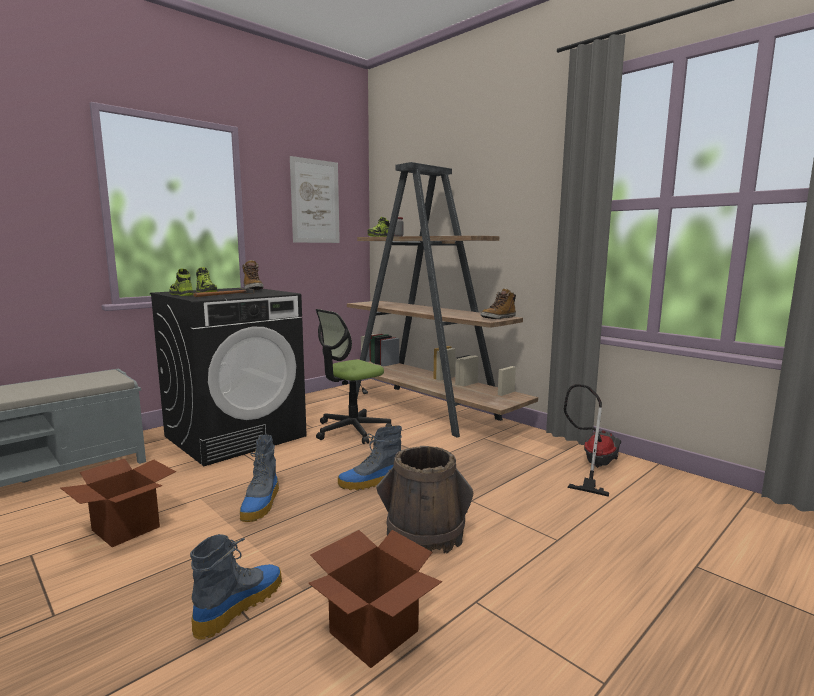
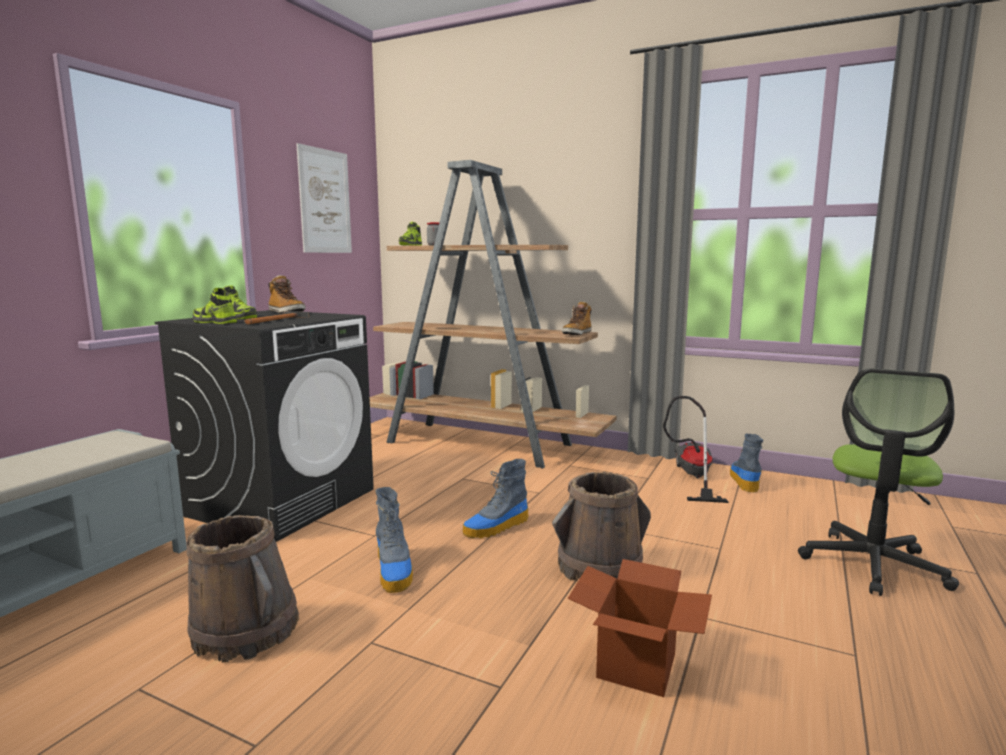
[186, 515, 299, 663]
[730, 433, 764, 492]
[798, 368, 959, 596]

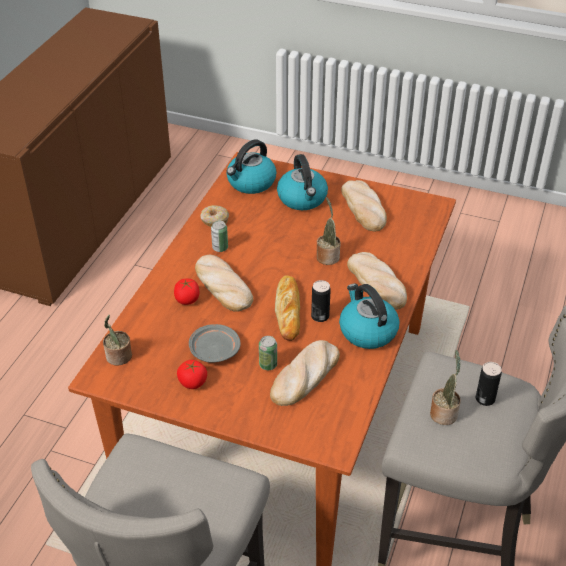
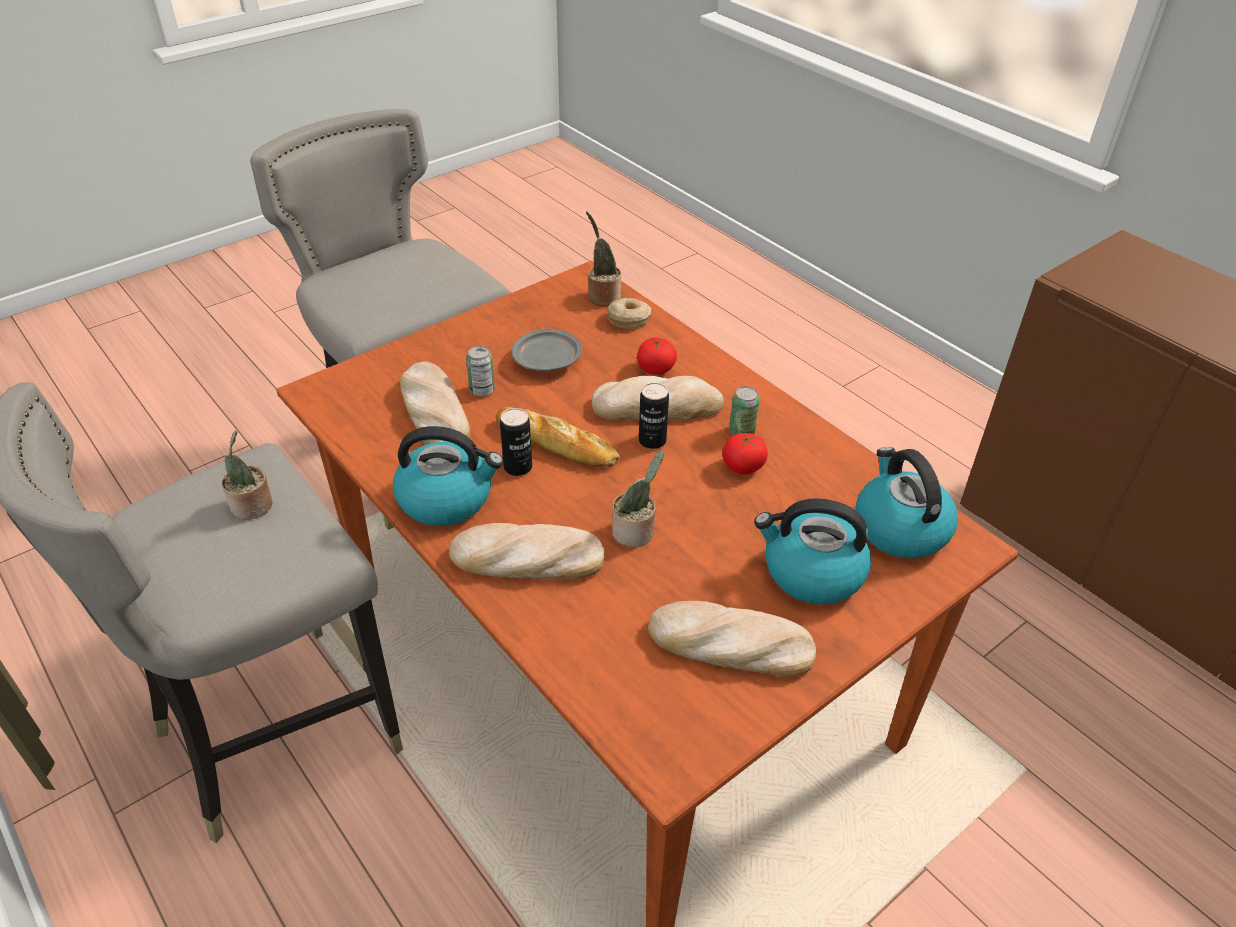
[607, 298, 651, 329]
[639, 382, 669, 449]
[722, 432, 768, 474]

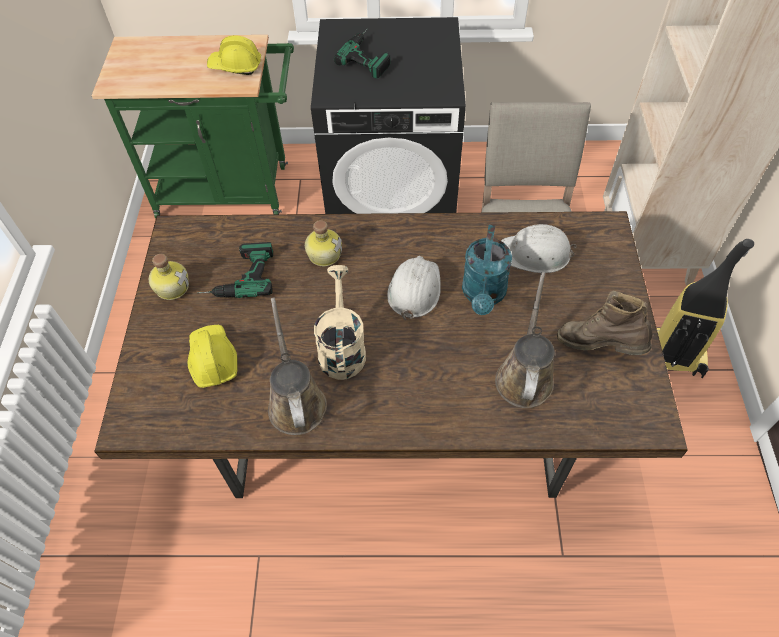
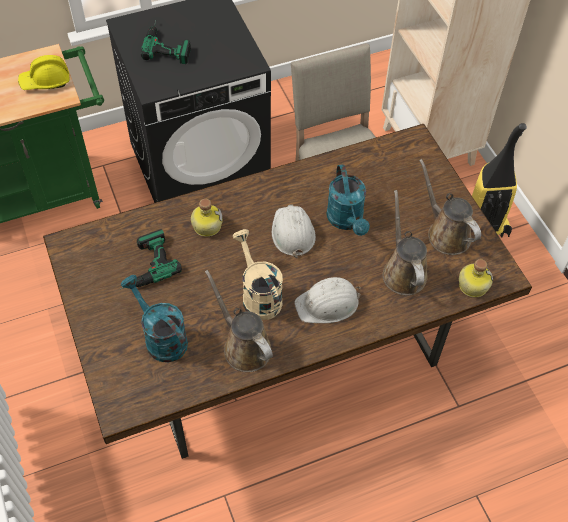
[121, 275, 188, 362]
[294, 277, 361, 323]
[419, 159, 481, 255]
[459, 259, 493, 297]

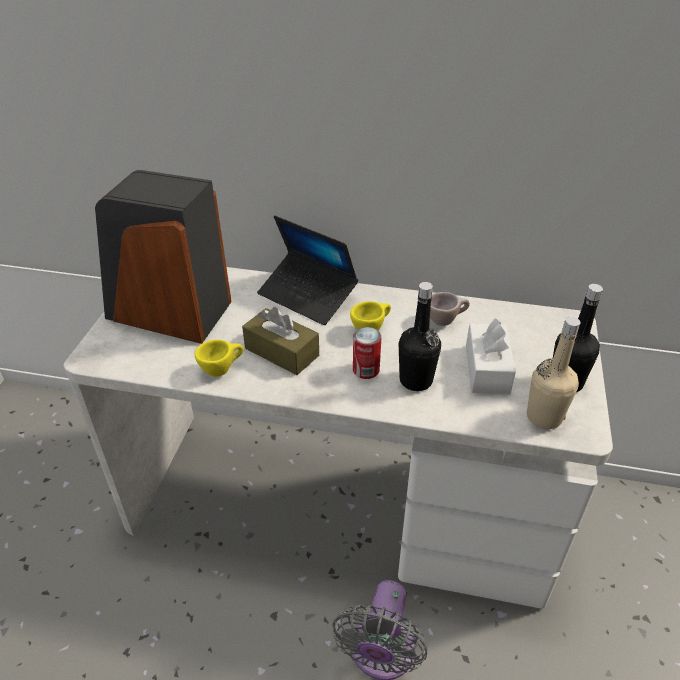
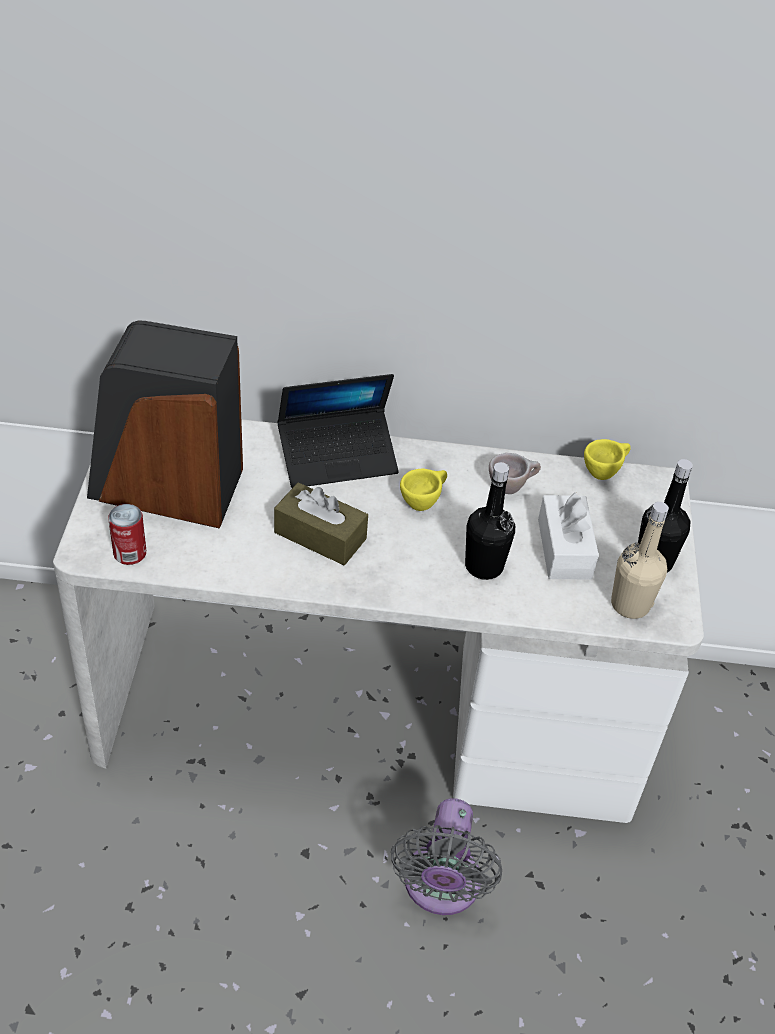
[108, 504, 146, 565]
[277, 374, 399, 488]
[584, 439, 631, 480]

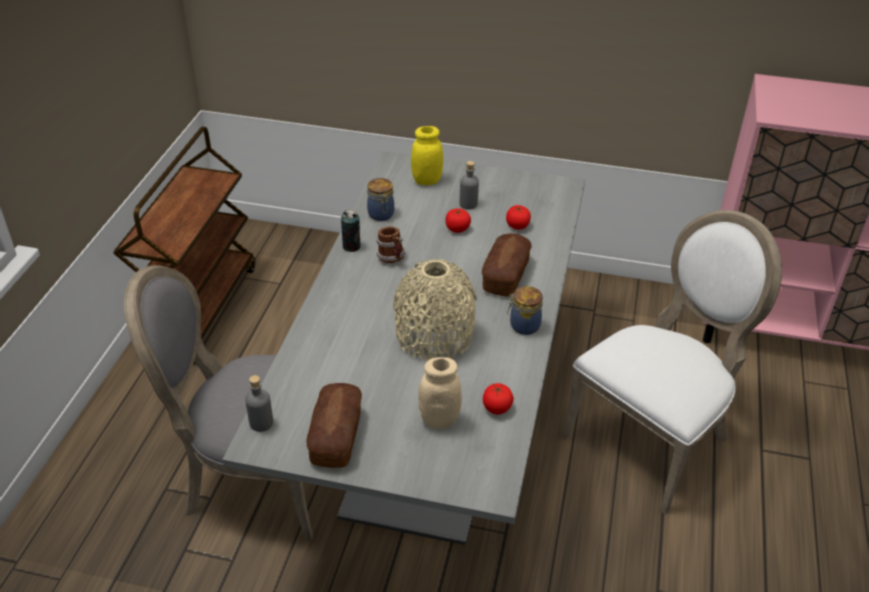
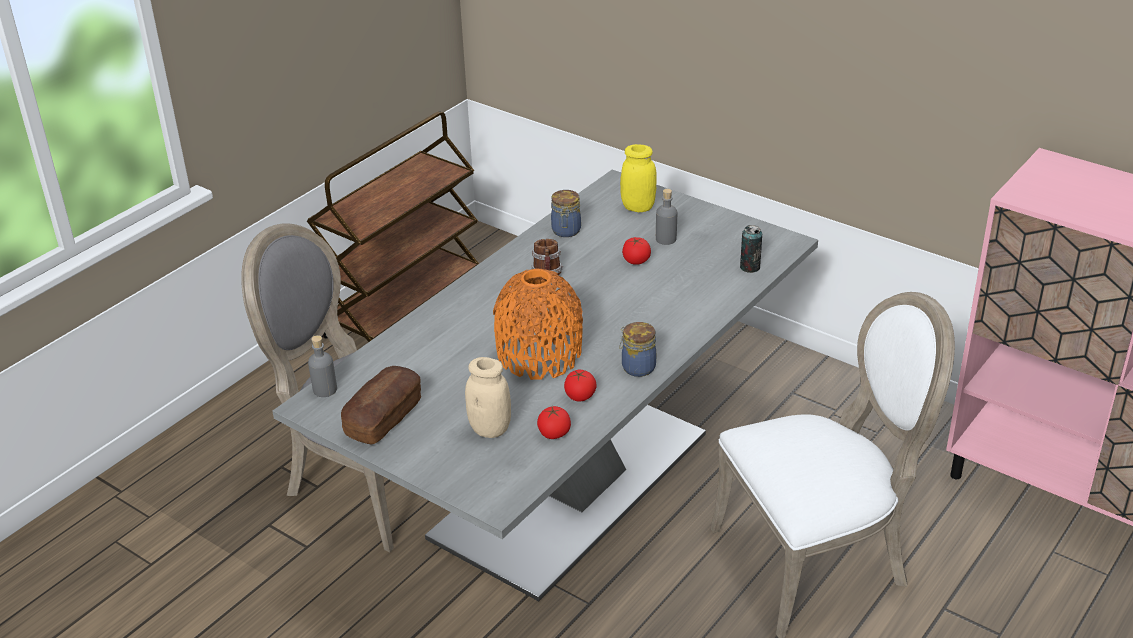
[493, 268, 583, 380]
[564, 370, 597, 401]
[740, 225, 762, 273]
[482, 233, 532, 297] (first image)

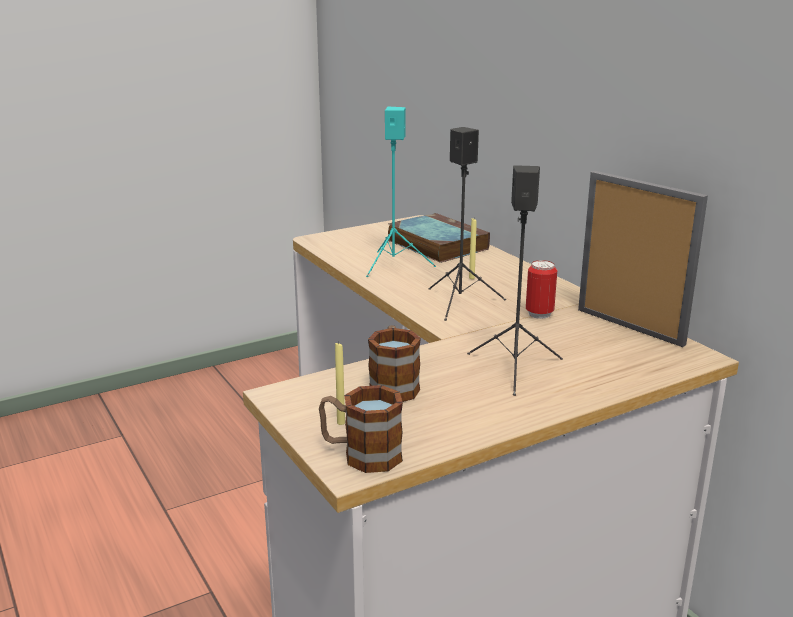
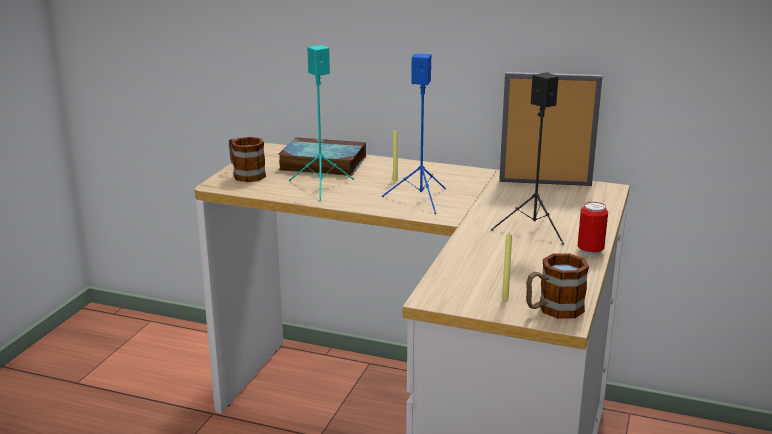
[229, 137, 266, 182]
[382, 54, 446, 214]
[577, 202, 608, 256]

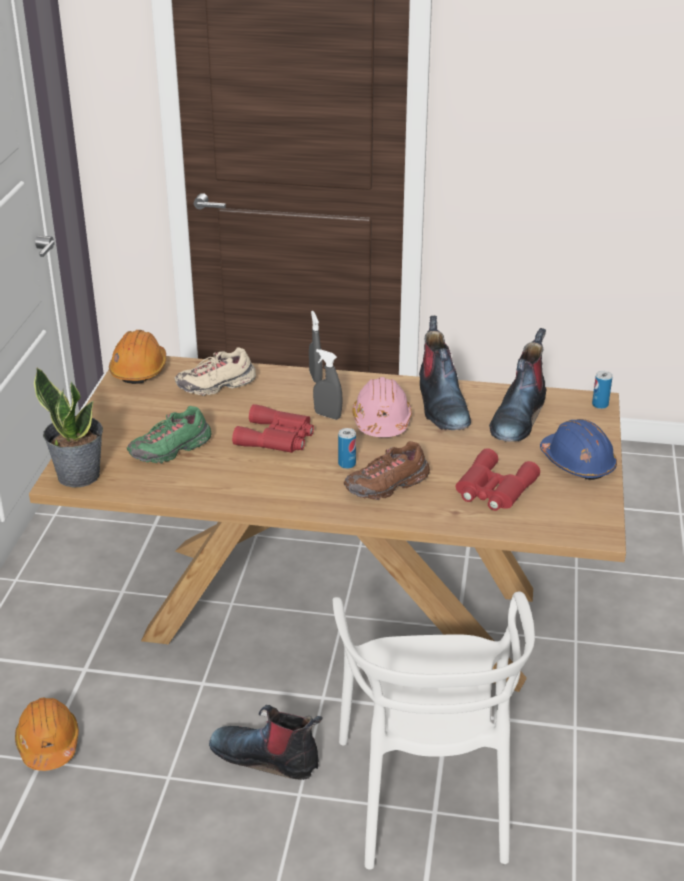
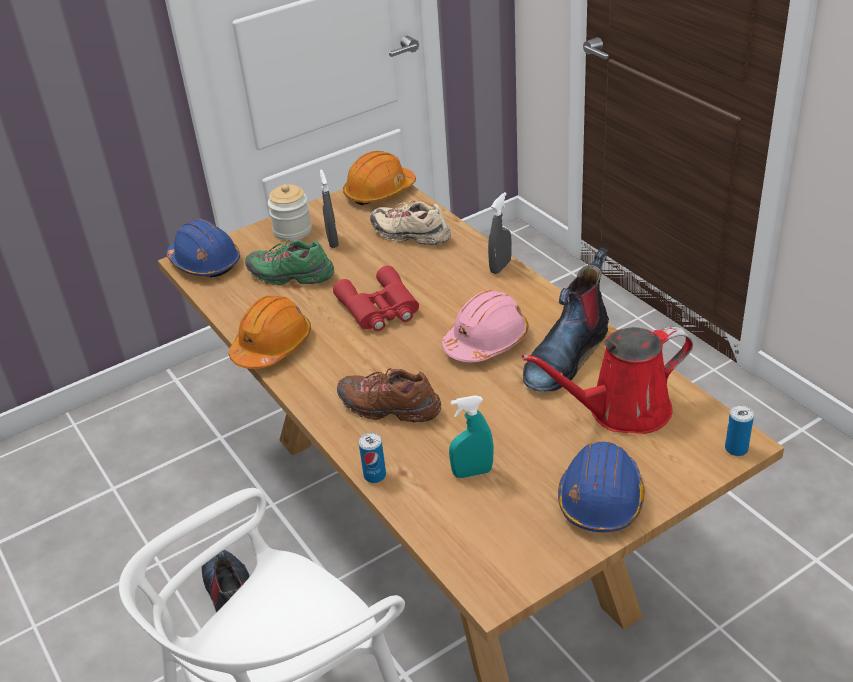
[166, 219, 240, 277]
[229, 296, 311, 369]
[268, 184, 312, 241]
[320, 169, 339, 248]
[359, 433, 386, 483]
[449, 395, 494, 478]
[522, 327, 693, 434]

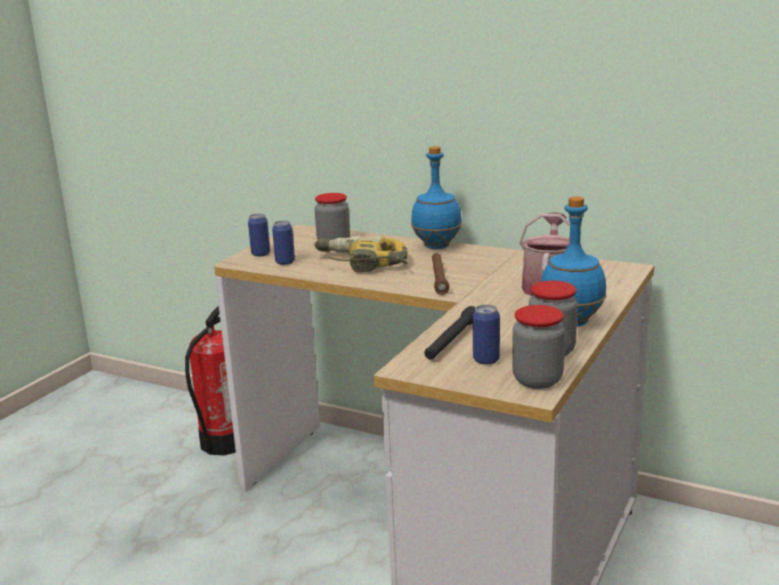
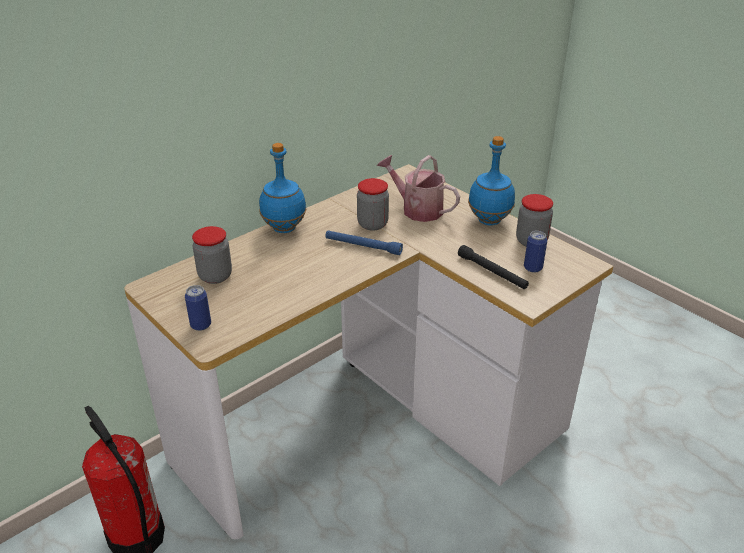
[325, 230, 403, 255]
[357, 178, 389, 231]
[272, 220, 295, 265] (first image)
[314, 236, 408, 272] (first image)

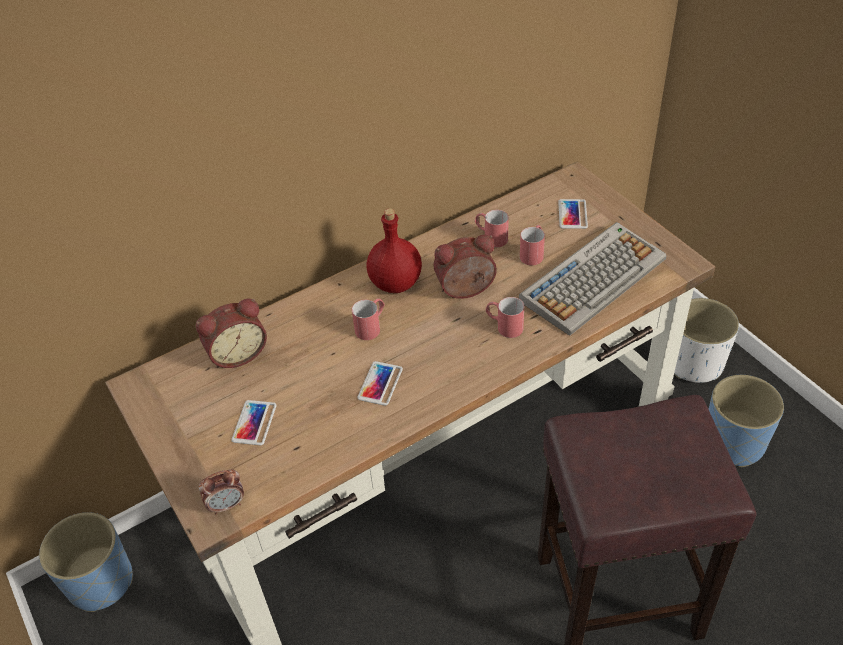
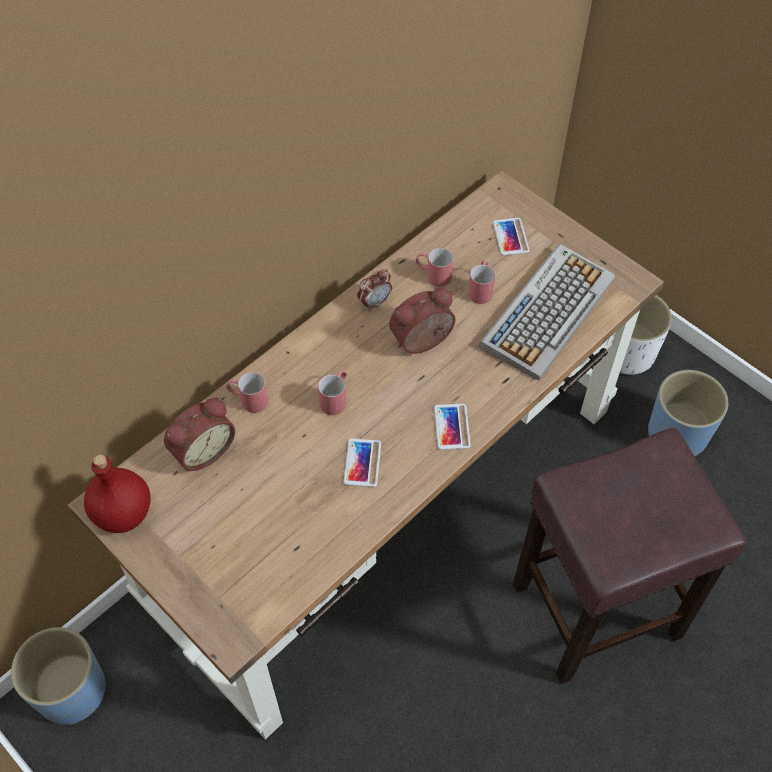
[84, 455, 151, 533]
[226, 372, 268, 413]
[357, 269, 392, 311]
[434, 404, 471, 450]

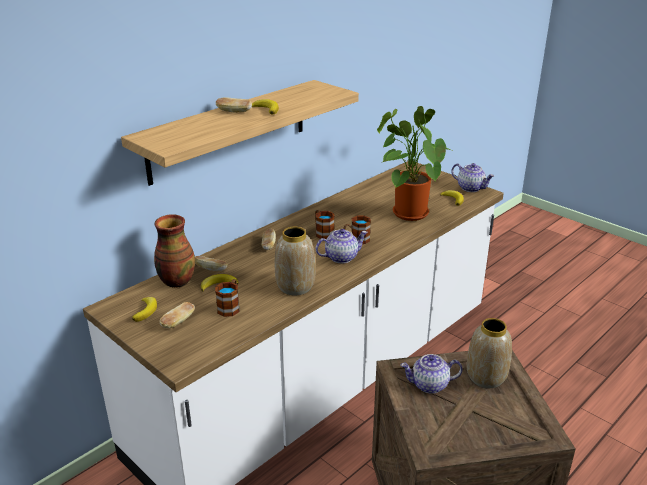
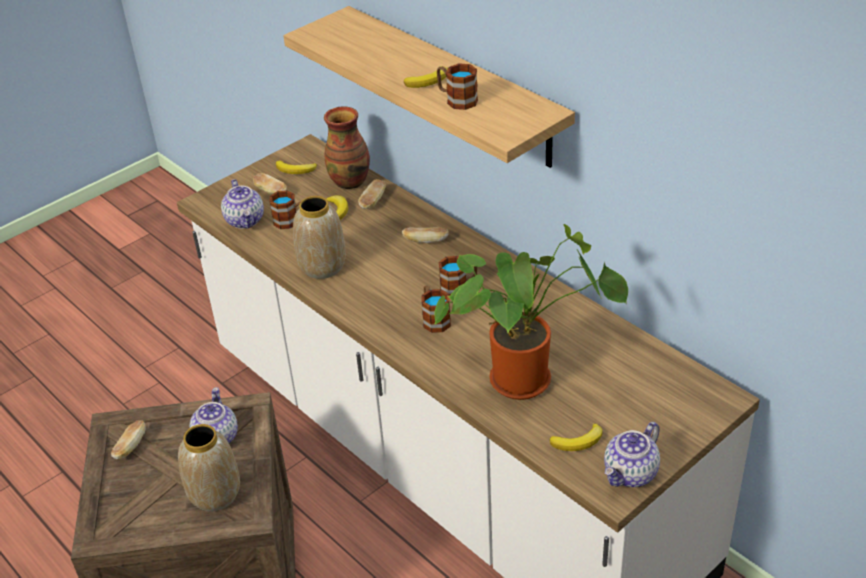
[111, 420, 146, 459]
[221, 179, 264, 229]
[437, 63, 478, 110]

